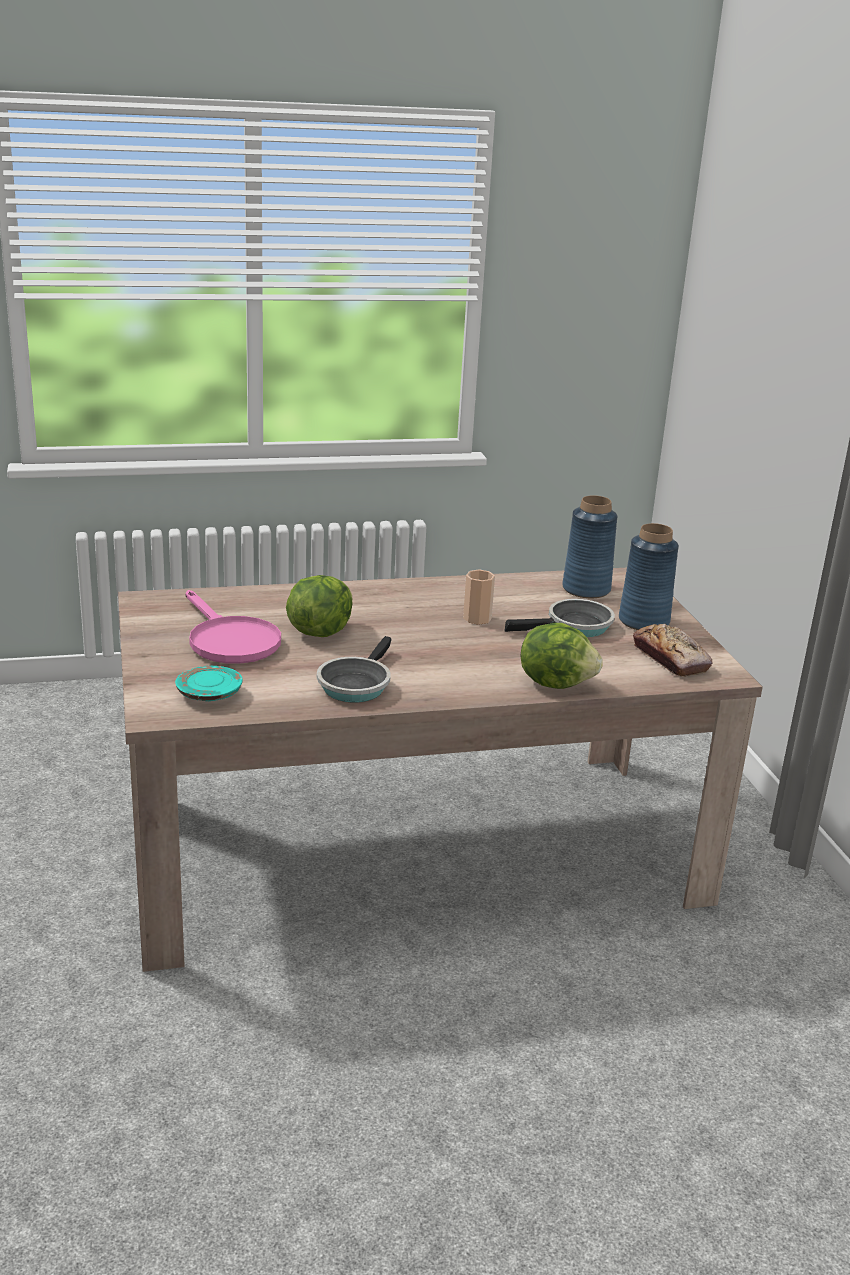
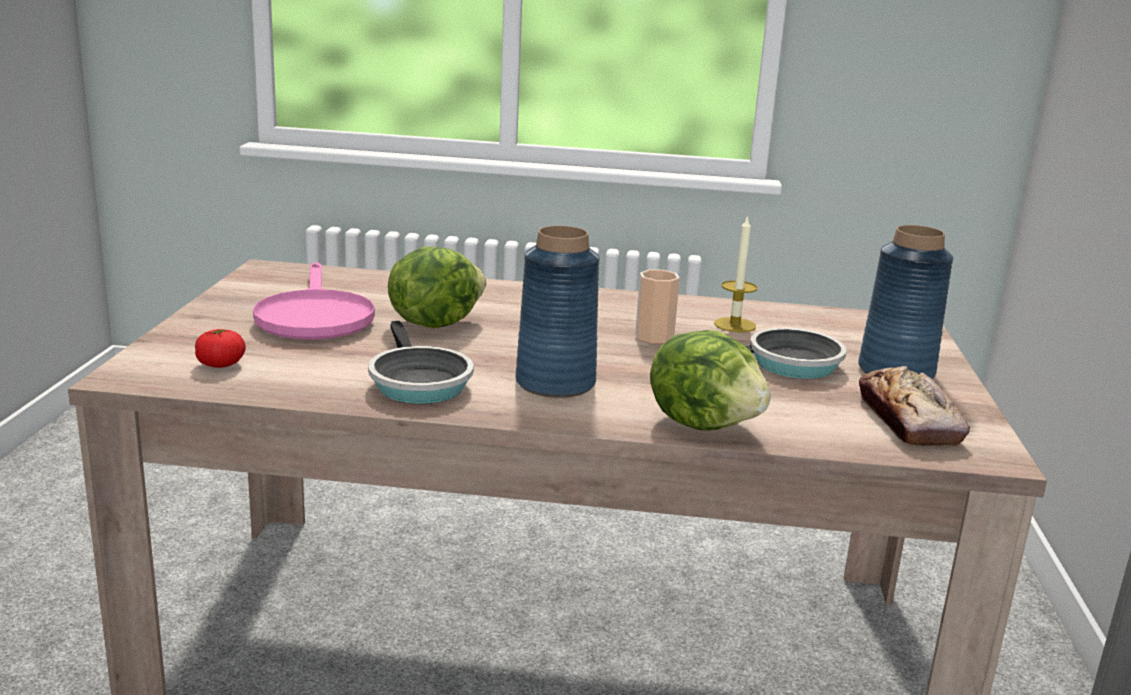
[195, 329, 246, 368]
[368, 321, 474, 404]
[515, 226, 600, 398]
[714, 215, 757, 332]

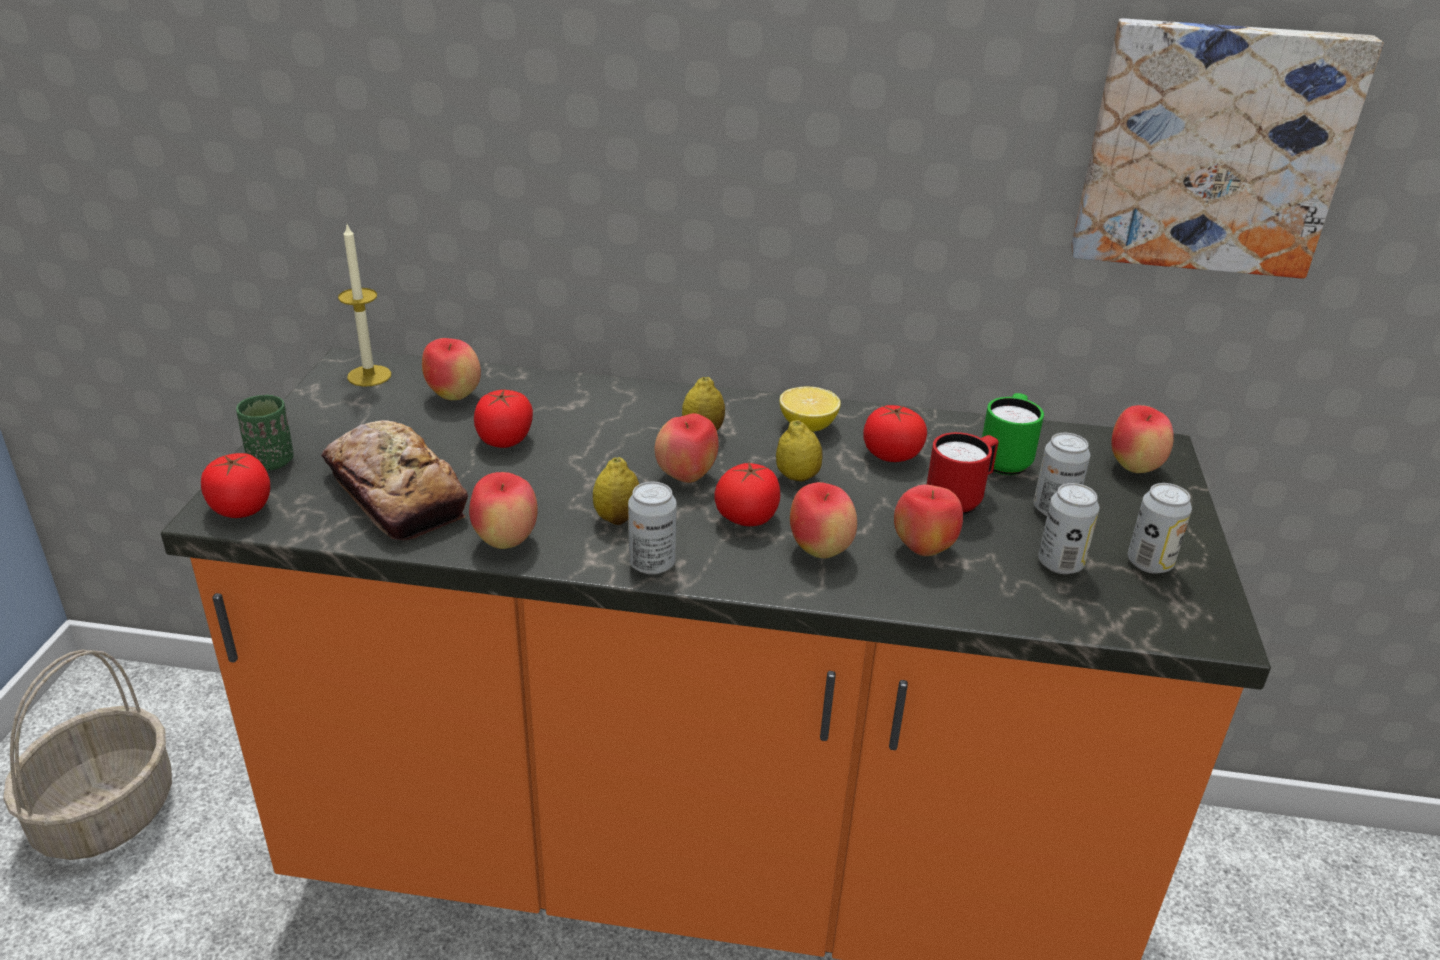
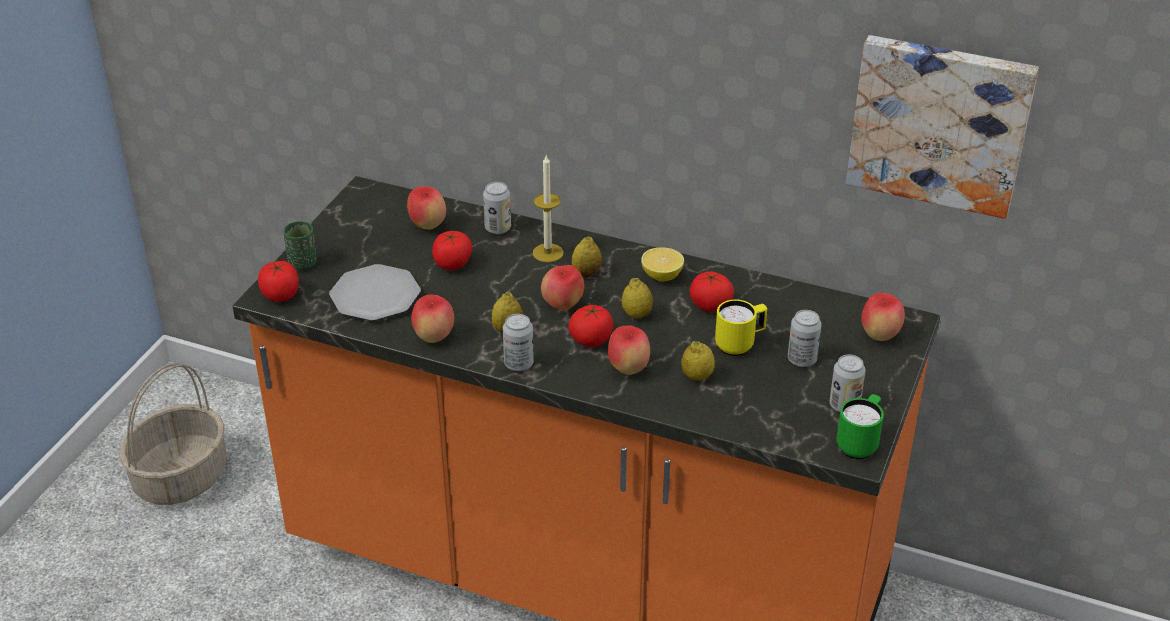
[329, 264, 421, 321]
[483, 182, 511, 234]
[533, 155, 564, 262]
[681, 341, 715, 381]
[715, 299, 767, 356]
[836, 394, 884, 459]

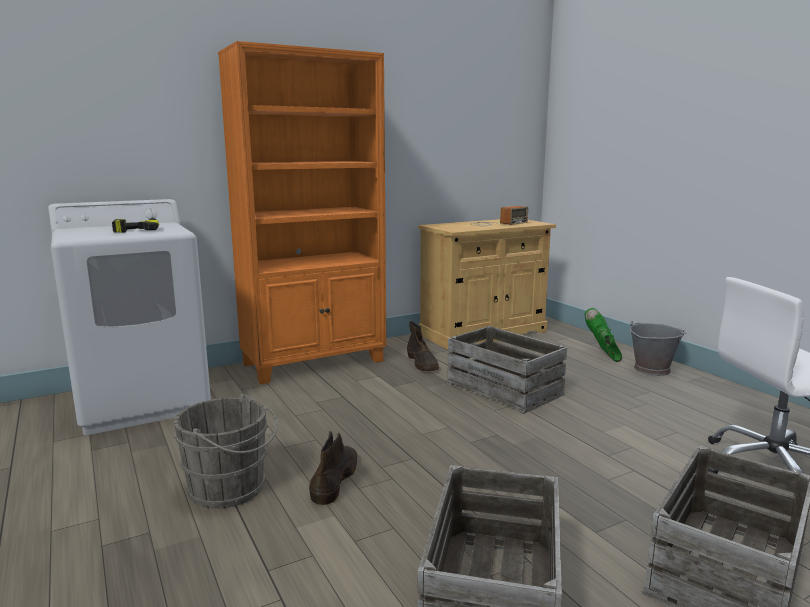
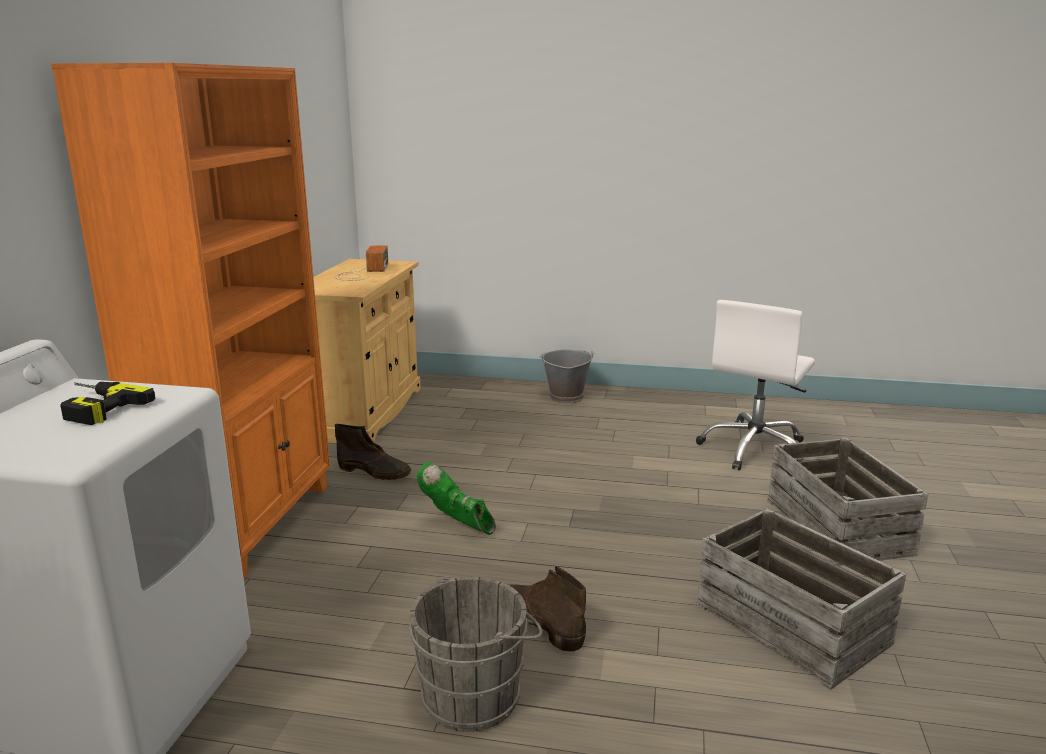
[417, 462, 496, 535]
[447, 326, 567, 414] (first image)

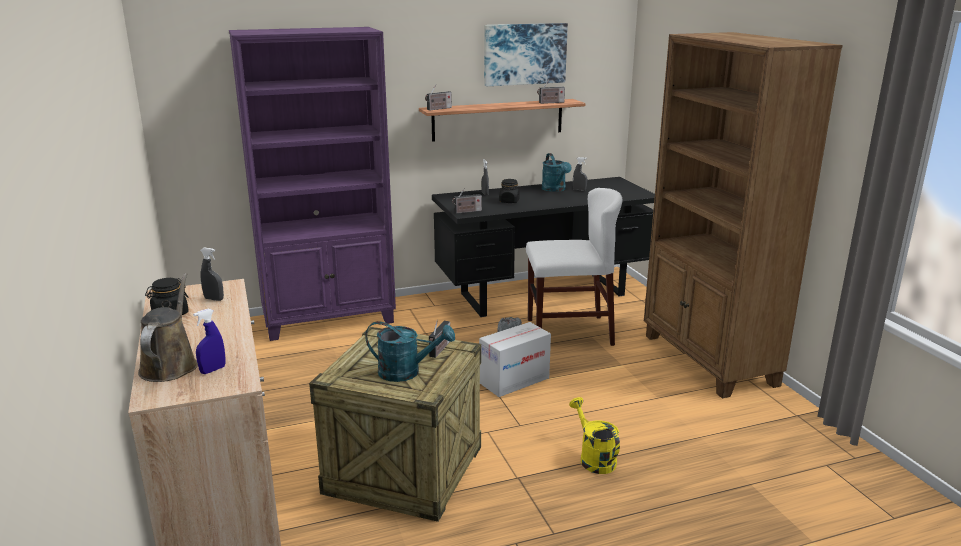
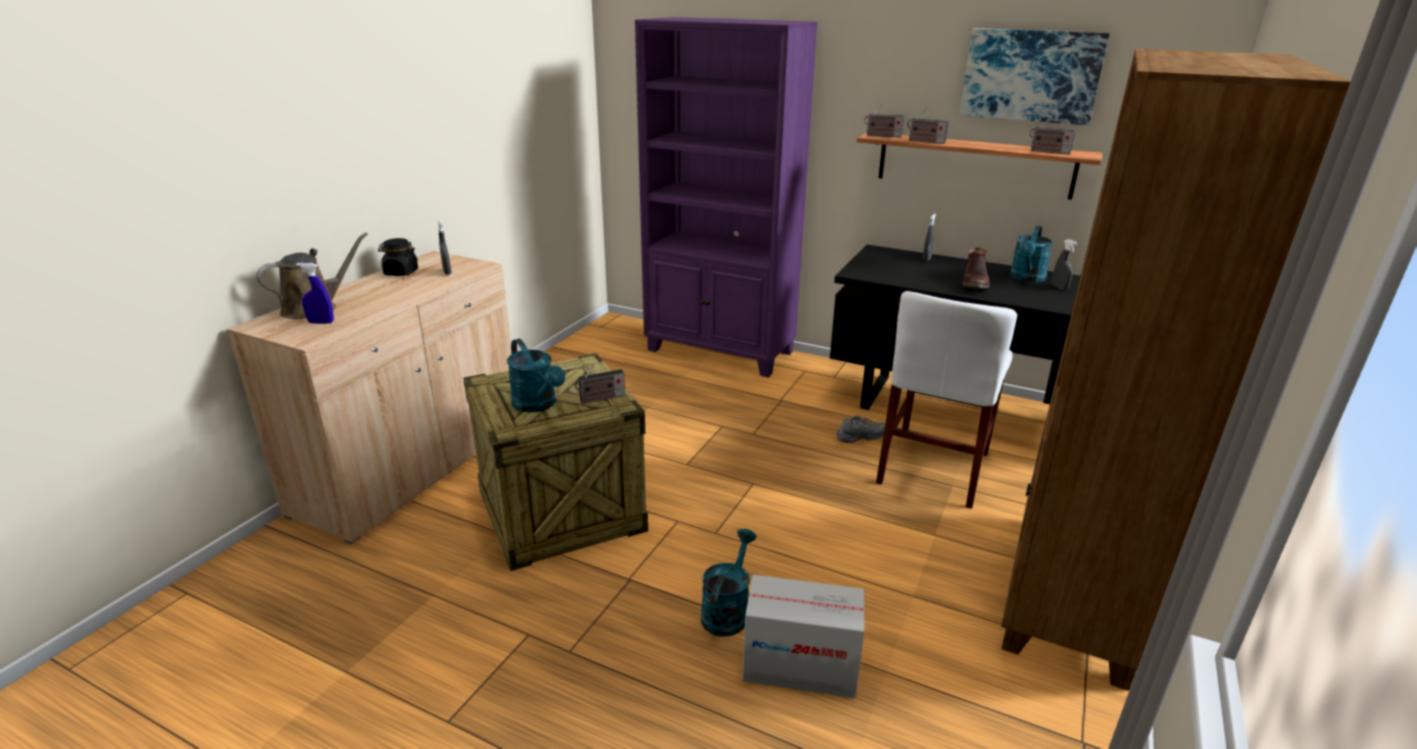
[701, 529, 757, 637]
[743, 575, 865, 698]
[876, 291, 1017, 509]
[907, 107, 949, 144]
[962, 247, 989, 289]
[499, 179, 520, 203] (first image)

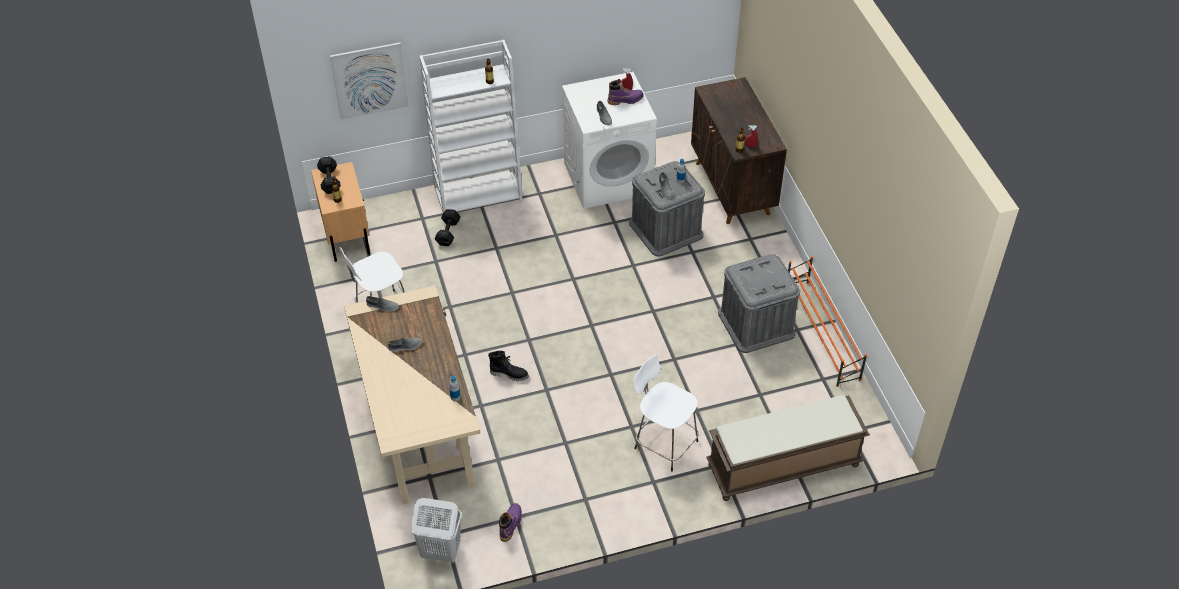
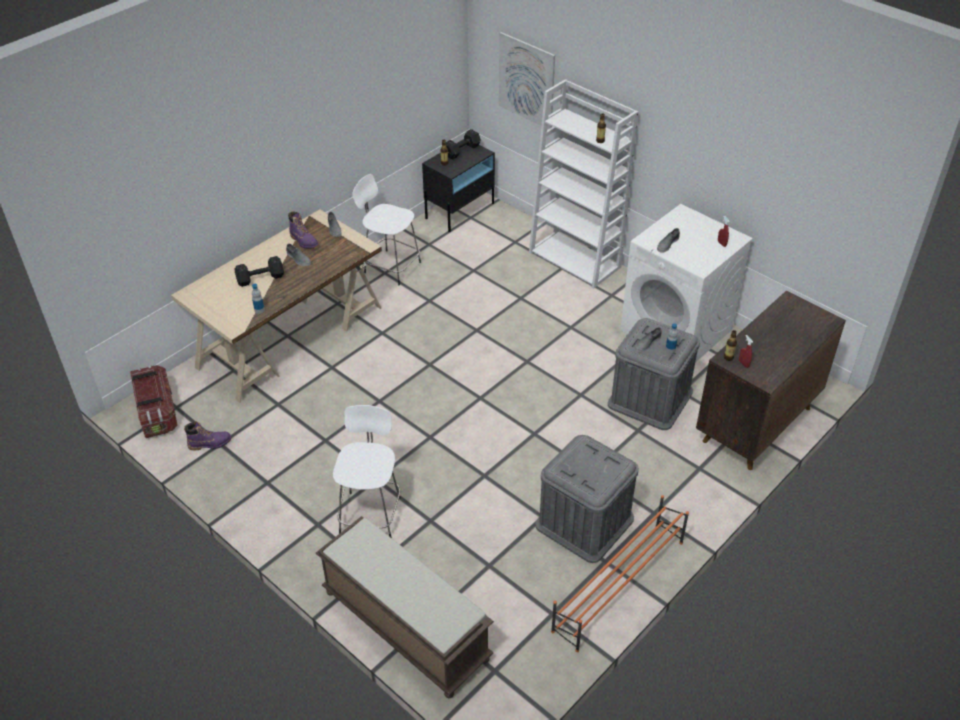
[130, 365, 178, 438]
[235, 256, 284, 287]
[288, 211, 319, 249]
[422, 139, 495, 232]
[488, 351, 529, 381] (first image)

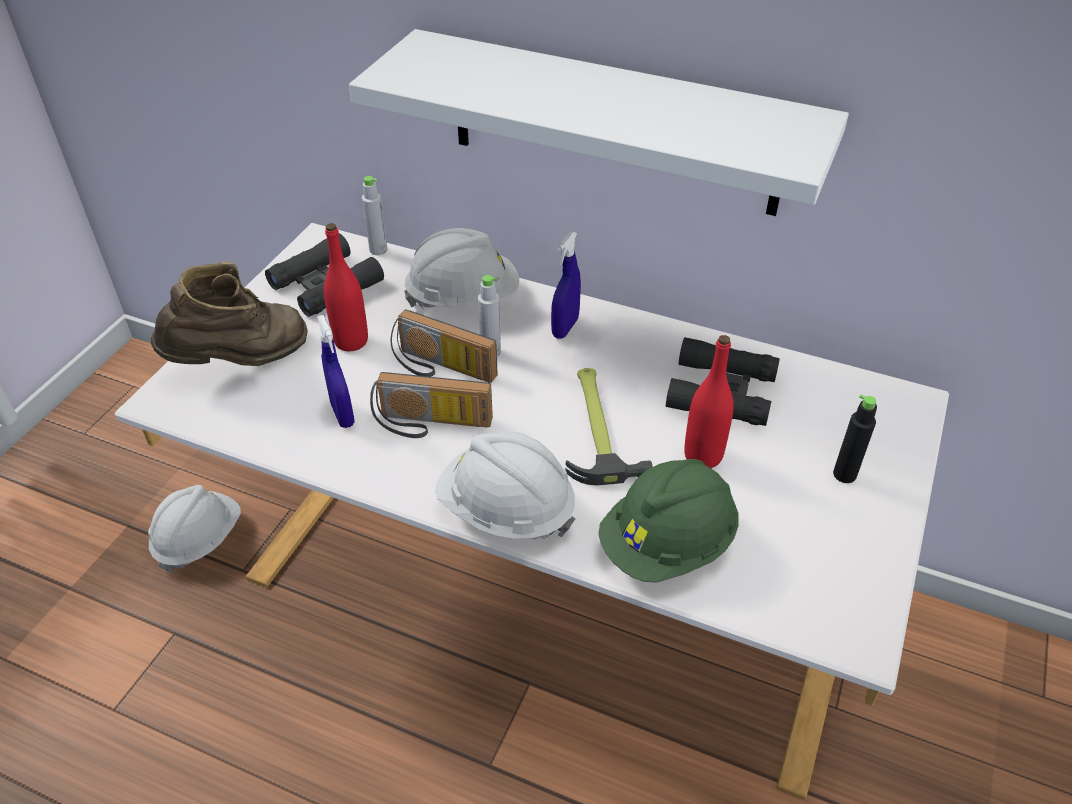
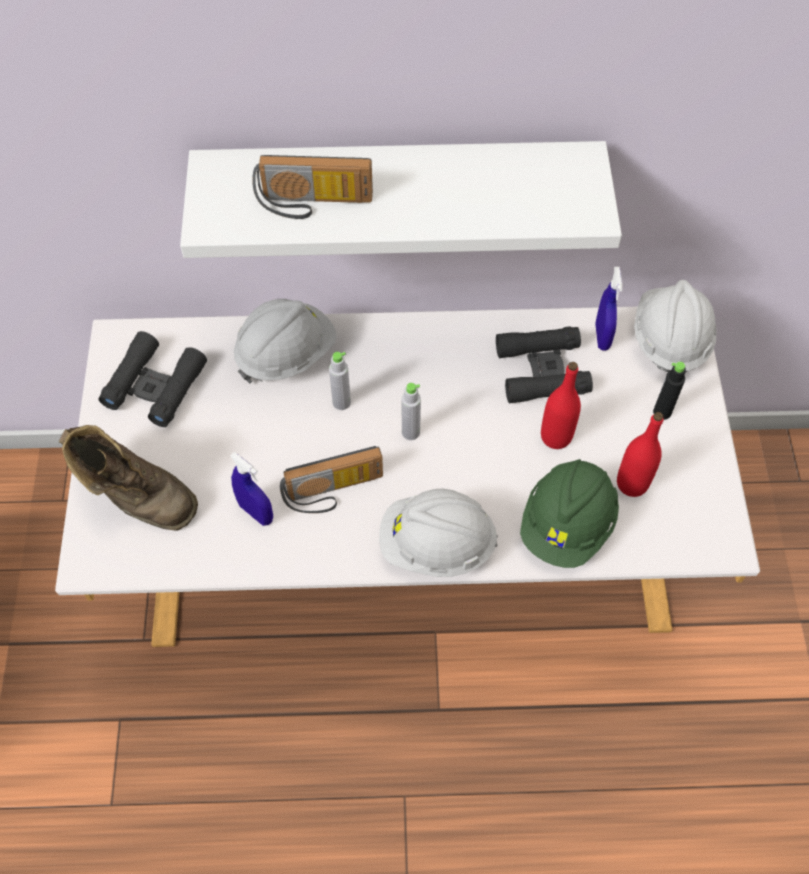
[59, 425, 198, 531]
[252, 155, 373, 219]
[402, 383, 421, 440]
[595, 267, 623, 351]
[617, 412, 663, 497]
[634, 280, 717, 372]
[565, 368, 653, 485] (first image)

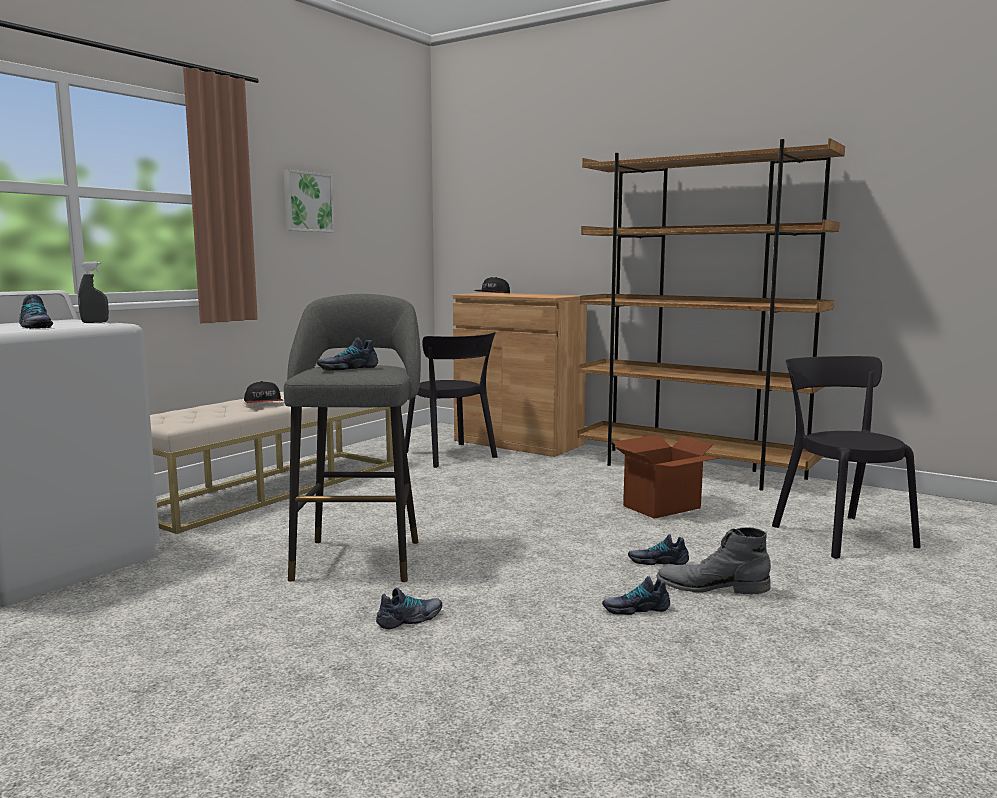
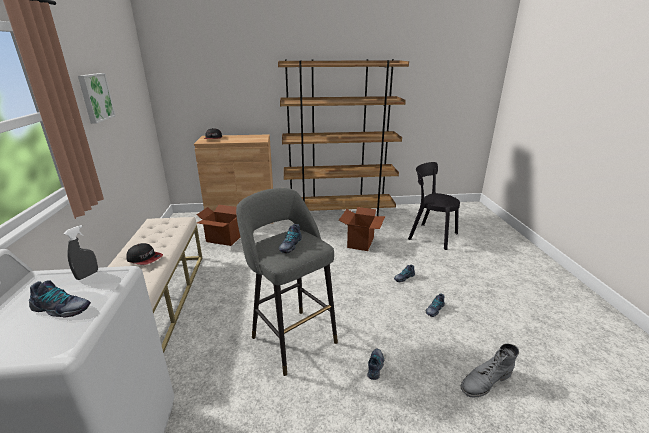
[197, 205, 240, 246]
[460, 343, 519, 398]

